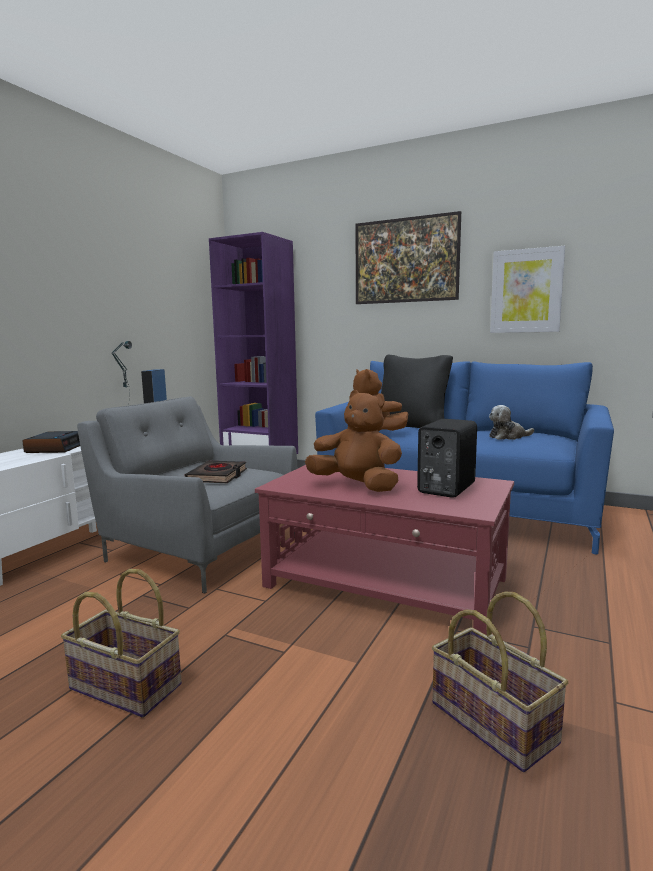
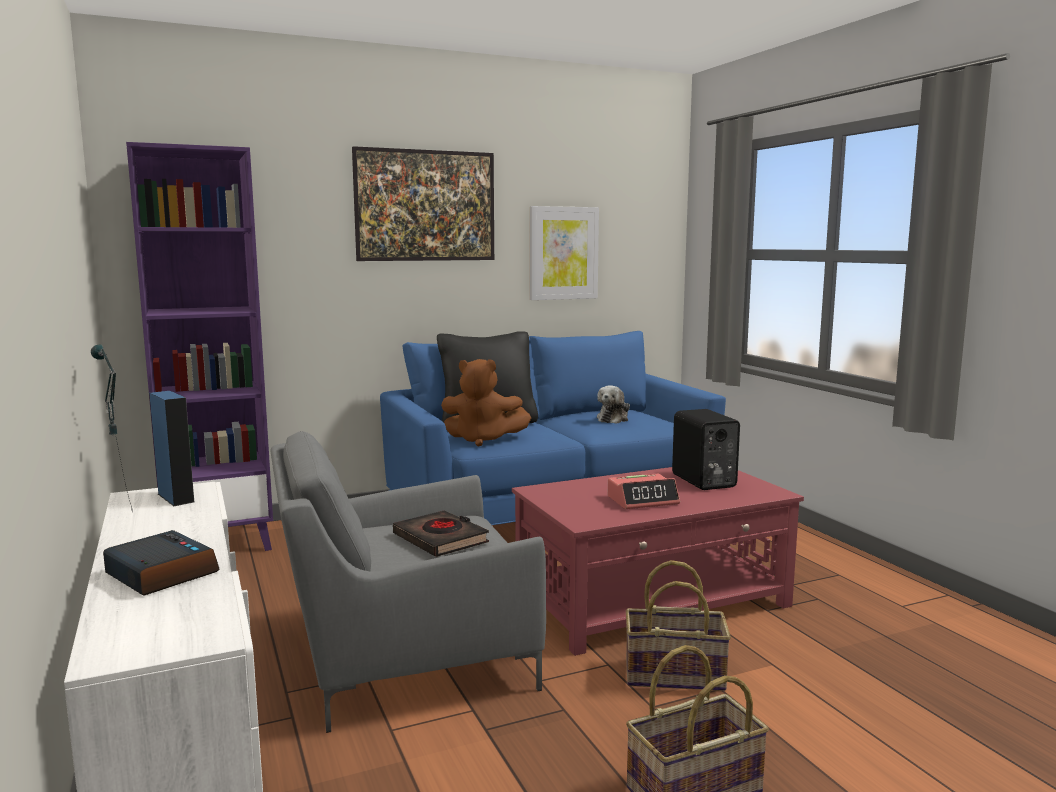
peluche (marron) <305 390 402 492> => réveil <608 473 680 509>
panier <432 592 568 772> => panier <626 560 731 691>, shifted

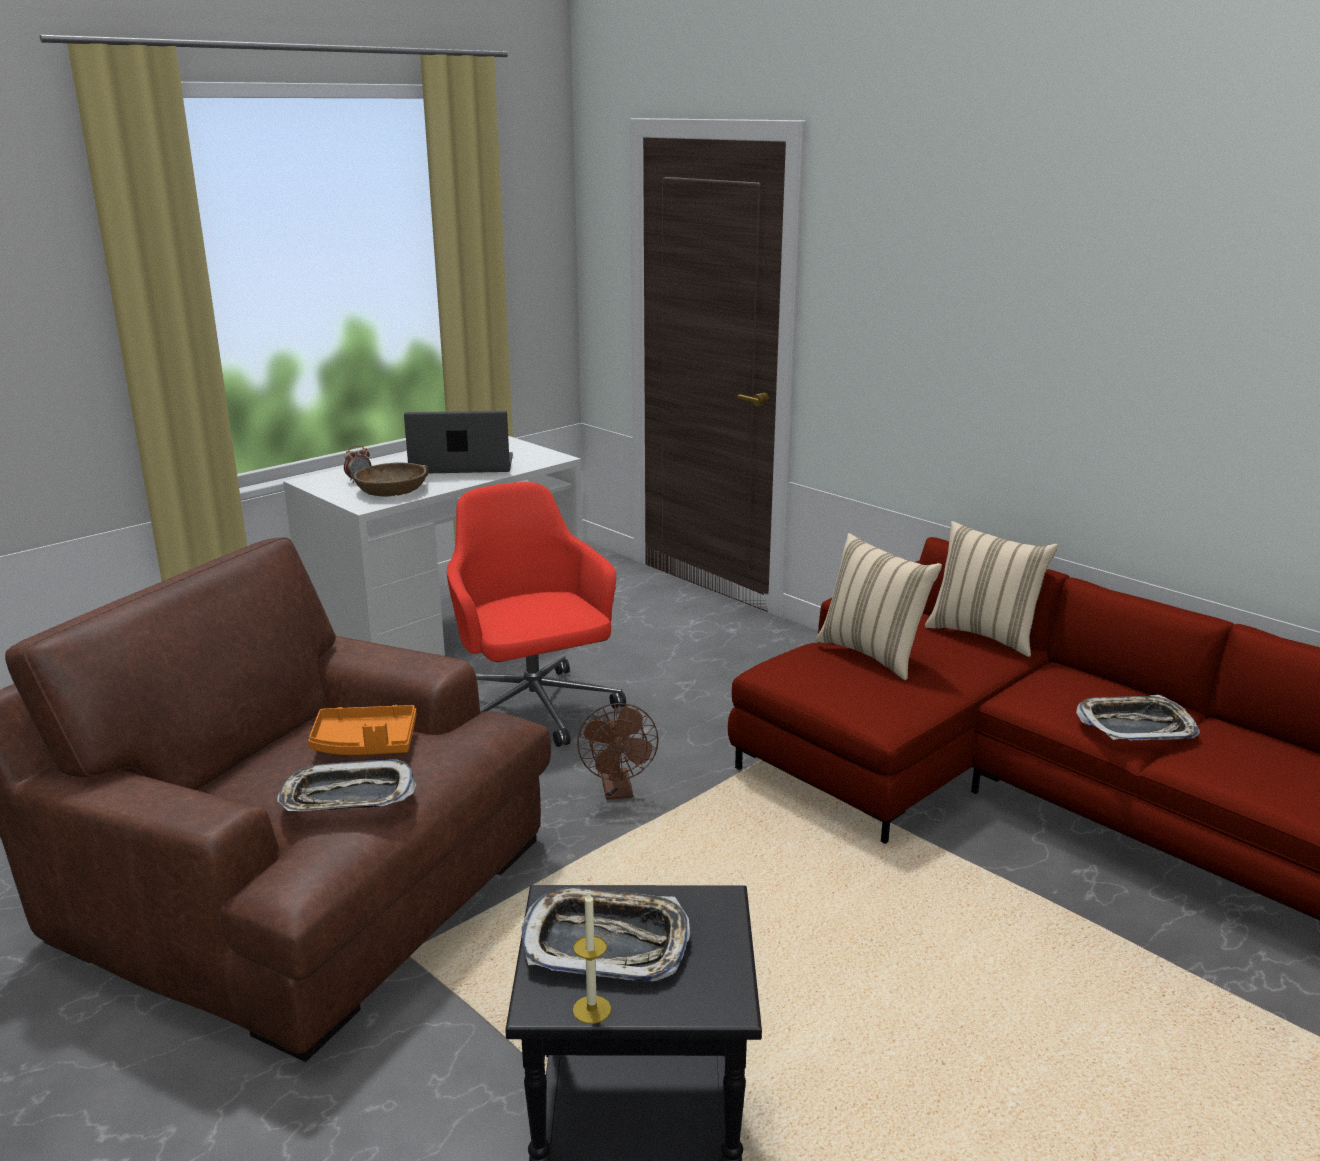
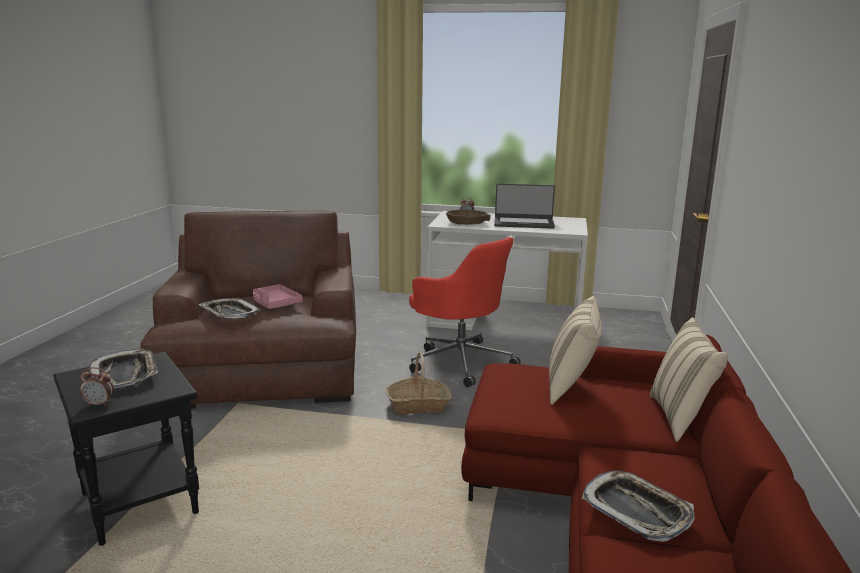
nothing => réveil <80 367 114 406>
plateau (orange) <308 705 416 755> => plateau (rose) <253 284 303 309>
ventilateur (marron) <577 703 659 800> => panier <386 352 452 414>
chaise de bureau (rouge) <447 482 626 747> => chaise de bureau (rouge) <409 237 520 387>, 105 degrees clockwise
ordinateur portable <404 411 513 473> => ordinateur portable <494 184 555 229>, 135 degrees clockwise
bougie <573 891 611 1024> => nothing

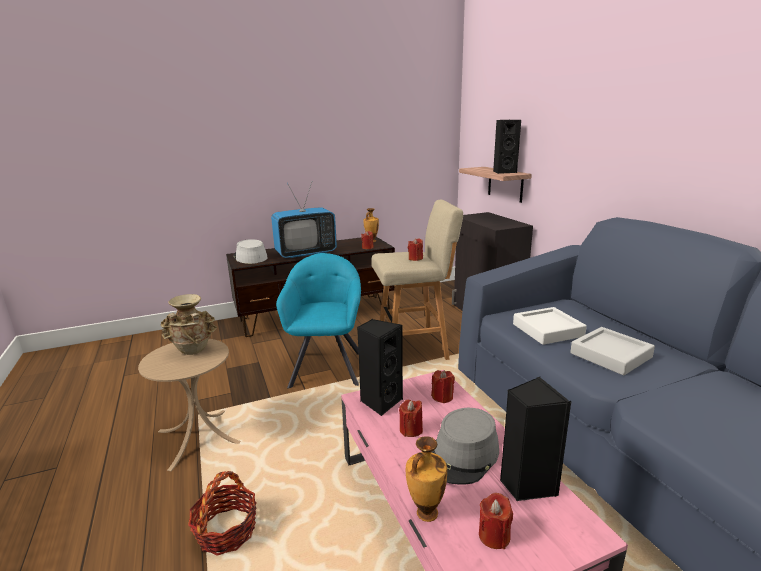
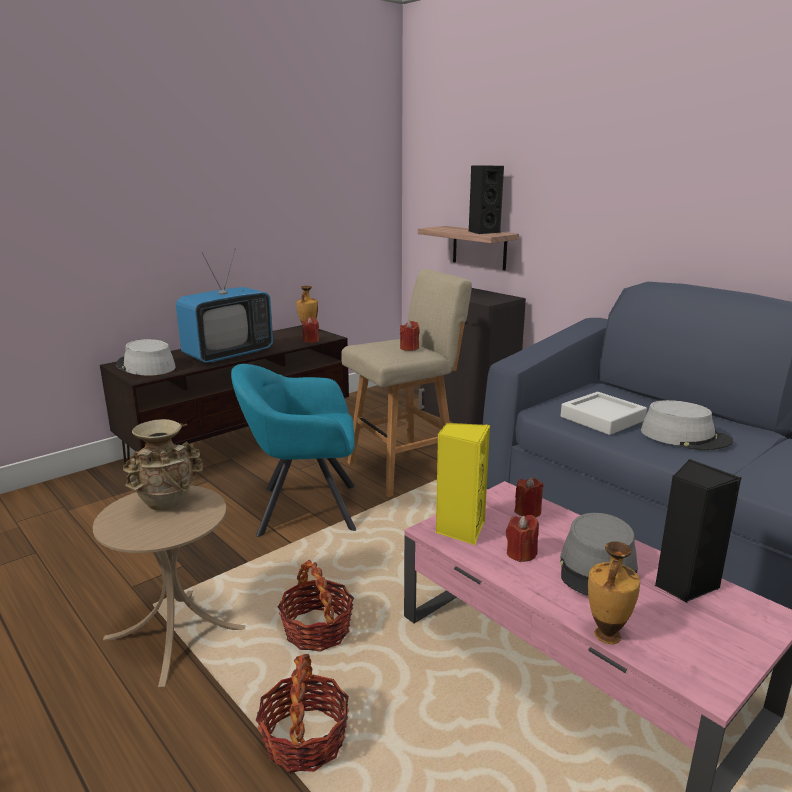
fauteuil (turquoise) <276 253 361 389> => fauteuil (turquoise) <231 364 356 537>, 75 degrees counterclockwise
nothing => panier <278 560 354 652>
enceinte (noir) <357 319 403 416> => enceinte (jaune) <436 423 490 545>
plateau (gris) <570 327 655 375> => chapeau (gris) <641 400 733 451>
bougie (rouge) <479 493 513 549> => nothing

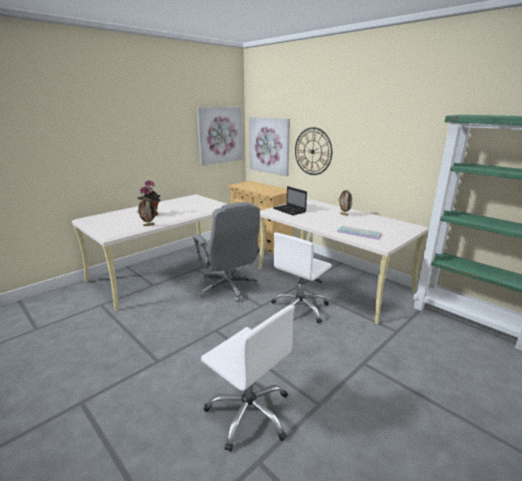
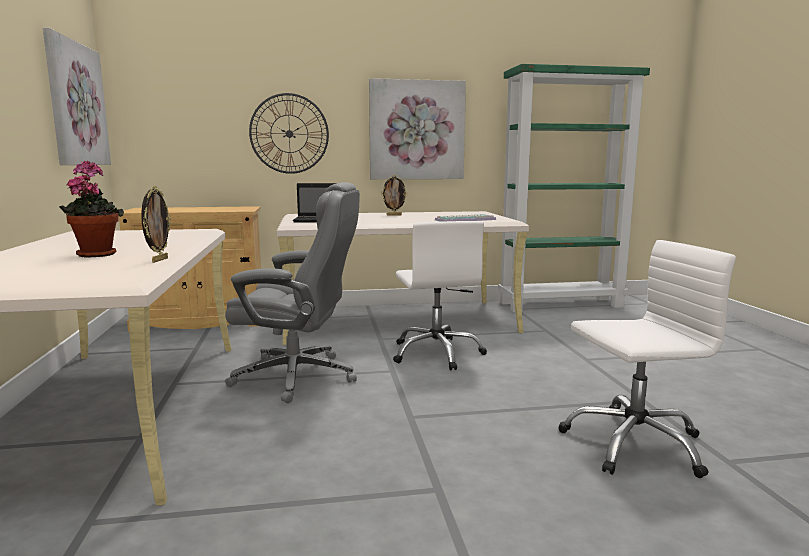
tableau <249 117 290 176> => tableau <369 78 466 179>, shifted

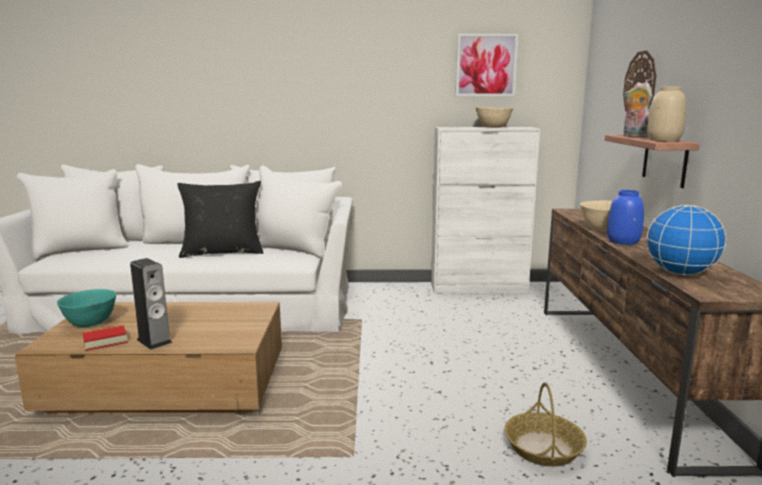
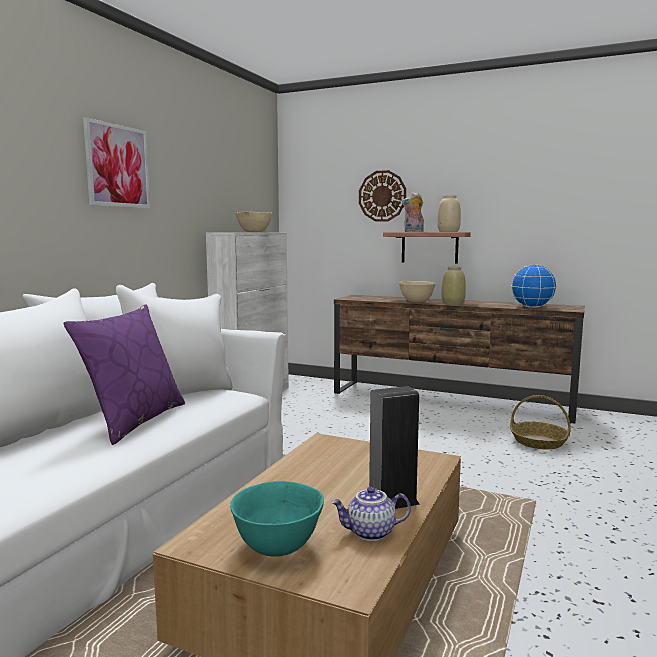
coussin (noir) <178 181 263 258> => coussin (violet) <64 304 185 445>
tableau <455 34 518 96> => tableau <83 118 150 208>, shifted
livre <82 325 128 351> => théière <331 487 411 541>
vase (bleu) <607 190 644 245> => vase (beige) <442 267 466 305>

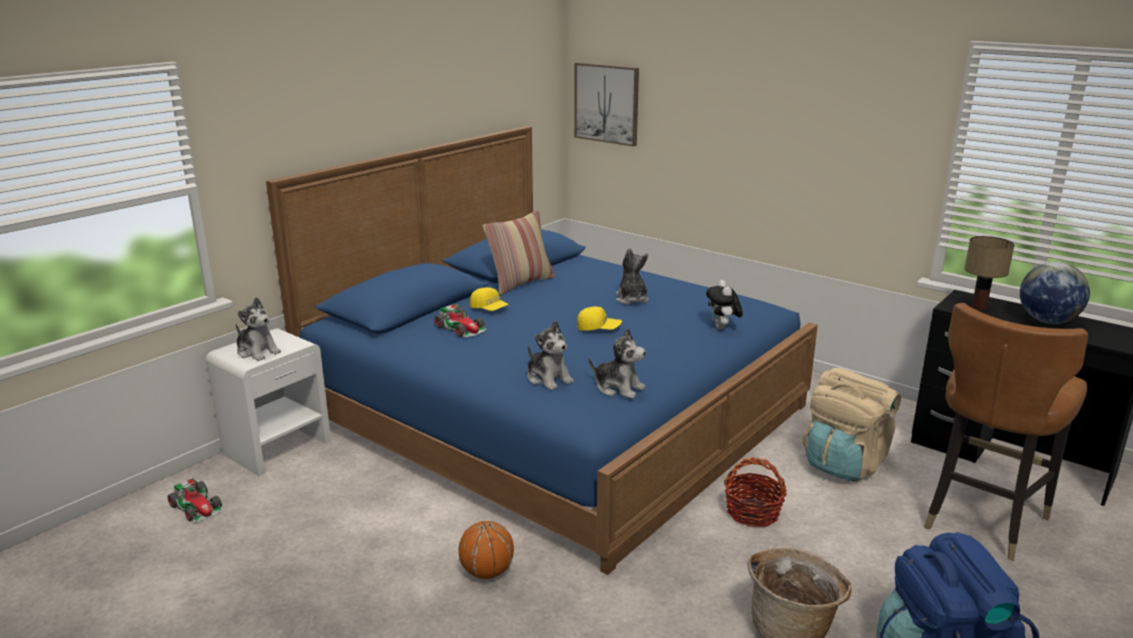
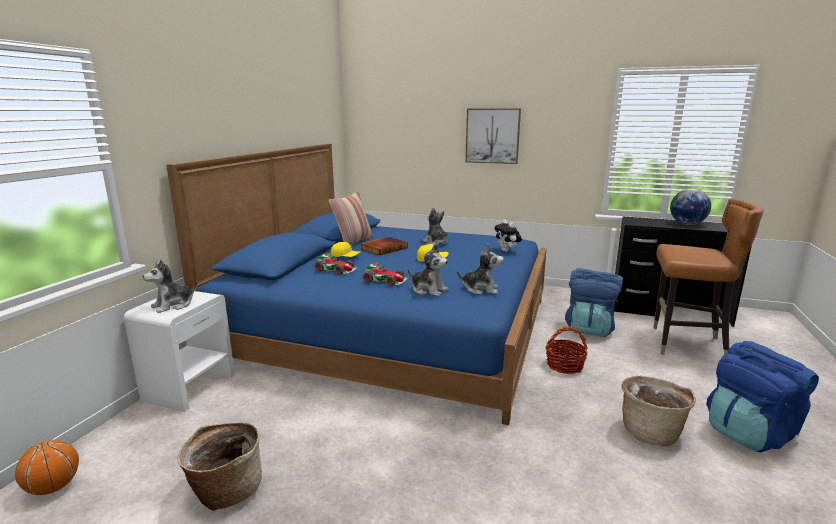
ballon de basket <459 521 514 579> => ballon de basket <15 440 79 495>, shifted
peluche <236 297 281 361> => peluche <143 260 198 313>, 120 degrees clockwise
nothing => panier <177 422 262 511>
nothing => livre <360 237 408 255>
petite voiture <167 478 223 523> => petite voiture <363 262 408 286>, shifted
tableau <574 62 639 147> => tableau <465 109 521 164>, shifted
sac à dos (beige) <802 368 901 482> => sac à dos (bleu) <565 268 623 337>
chaise (marron) <924 303 1088 561> => chaise (marron) <653 199 764 355>, 90 degrees counterclockwise
lampe de table <964 236 1015 310> => nothing

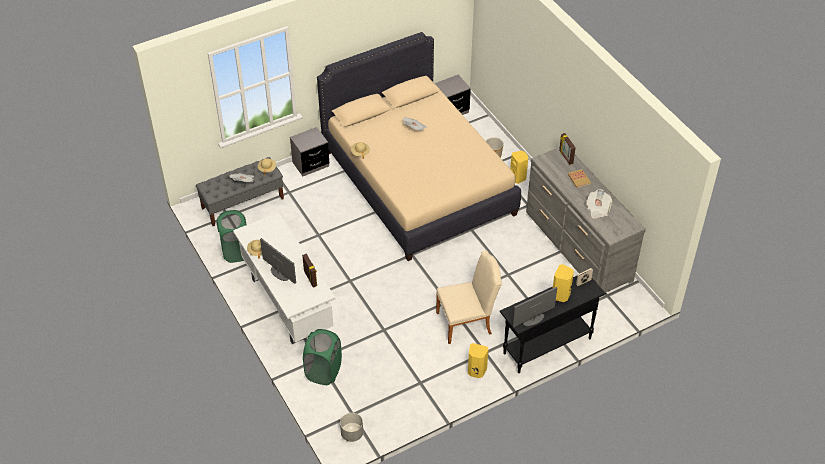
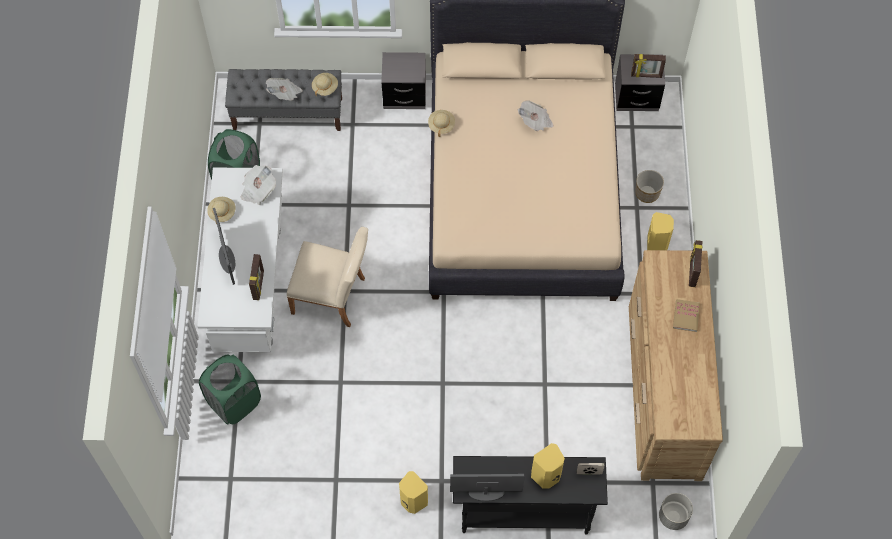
journal <586 189 612 218> => journal <241 165 276 205>, shifted
chaise (beige) <436 251 502 344> => chaise (beige) <287 227 368 327>, shifted
commode (gris) <526 147 646 297> => commode (marron) <629 250 723 481>
nothing => cadre photo <631 54 666 78>
cache-pot (gris) <340 413 363 442> => cache-pot (gris) <659 493 693 530>, shifted

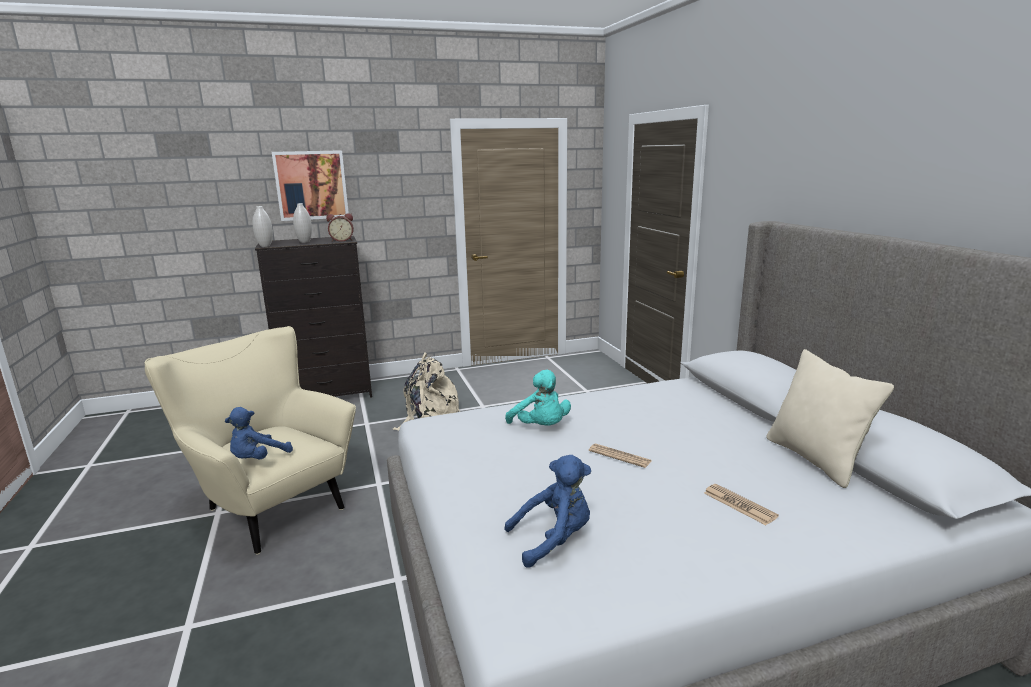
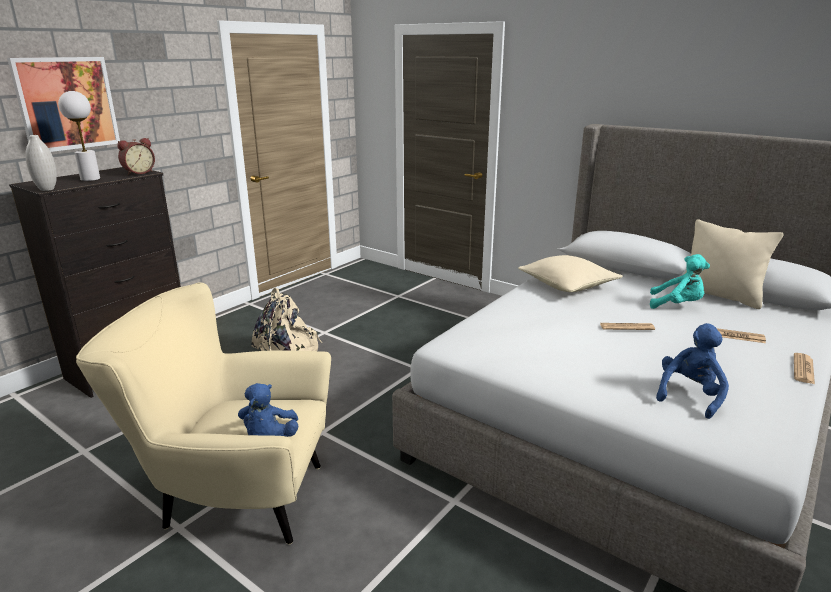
vase (blanc) <293 203 312 243> => lampe de table (blanc) <58 91 100 181>
nothing => coussin (beige) <518 255 623 292>
peluche (turquoise) <505 370 571 426> => peluche (turquoise) <650 254 710 309>, shifted
nothing => journal <794 353 815 384>

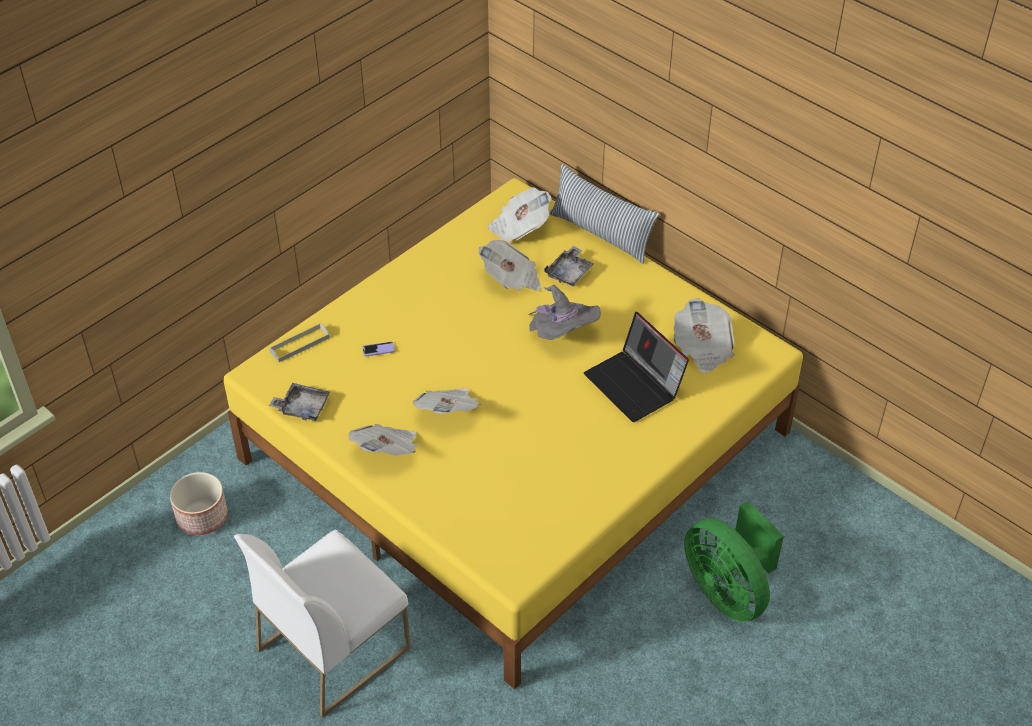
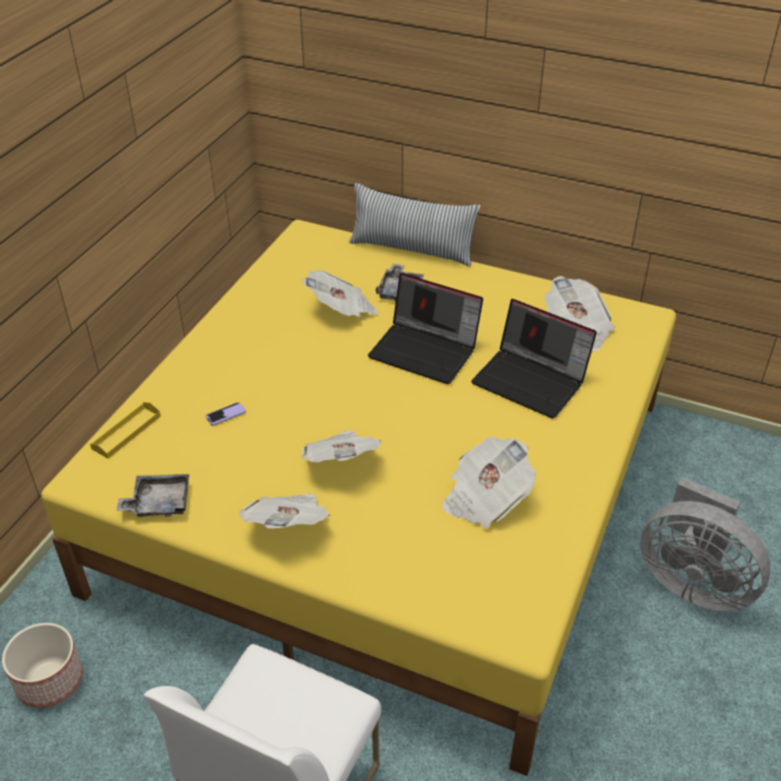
plateau (gris) <269 323 330 362> => plateau (jaune) <90 402 161 458>
chapeau (gris) <528 284 601 340> => ordinateur portable <368 273 483 384>
journal <488 187 552 243> => journal <442 437 536 528>, shifted
ventilateur (vert) <684 501 784 622> => ventilateur (gris) <640 477 770 611>

